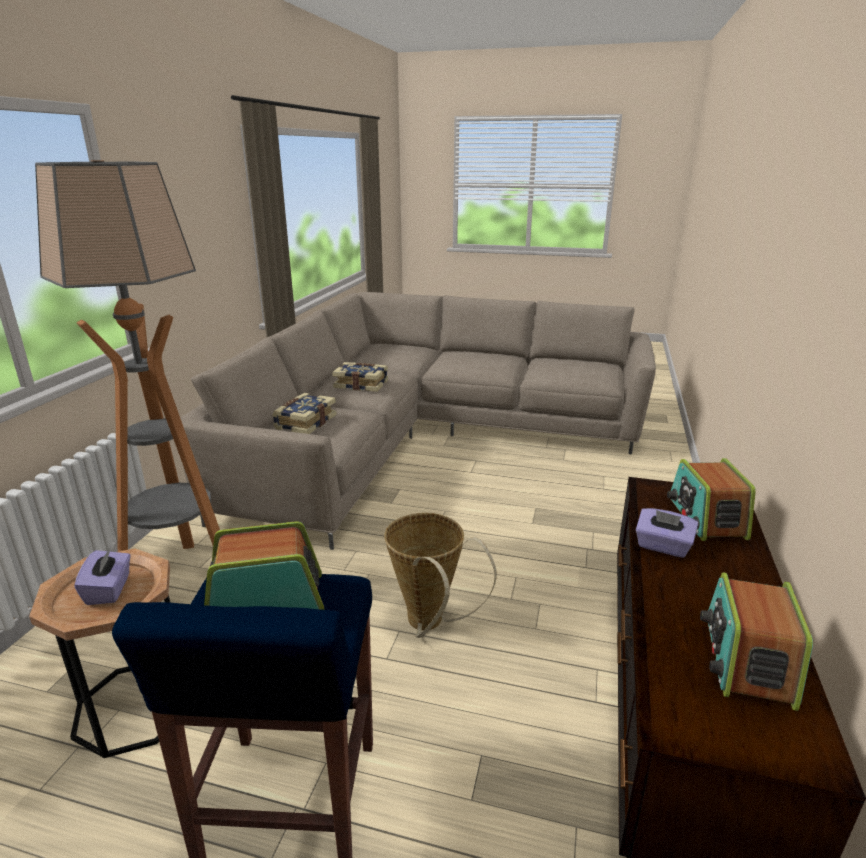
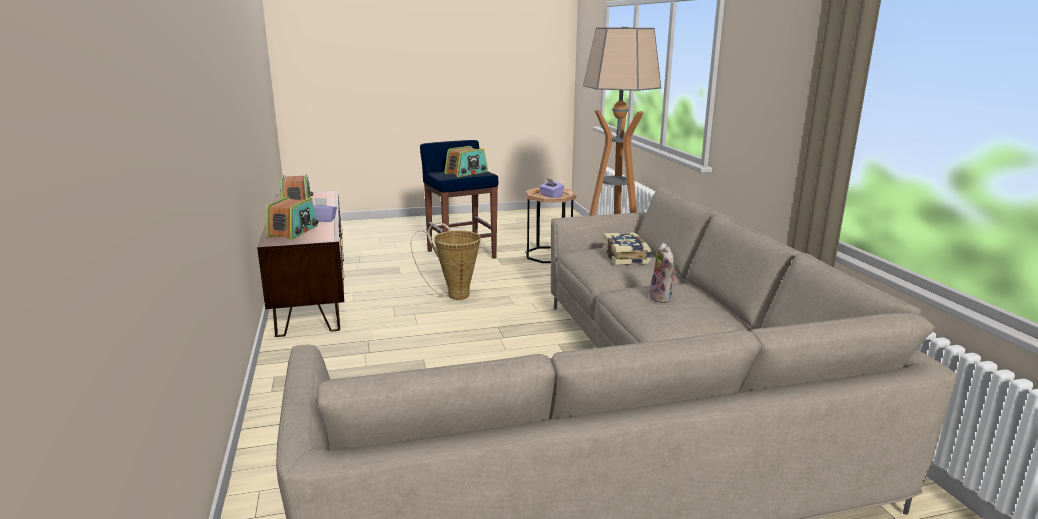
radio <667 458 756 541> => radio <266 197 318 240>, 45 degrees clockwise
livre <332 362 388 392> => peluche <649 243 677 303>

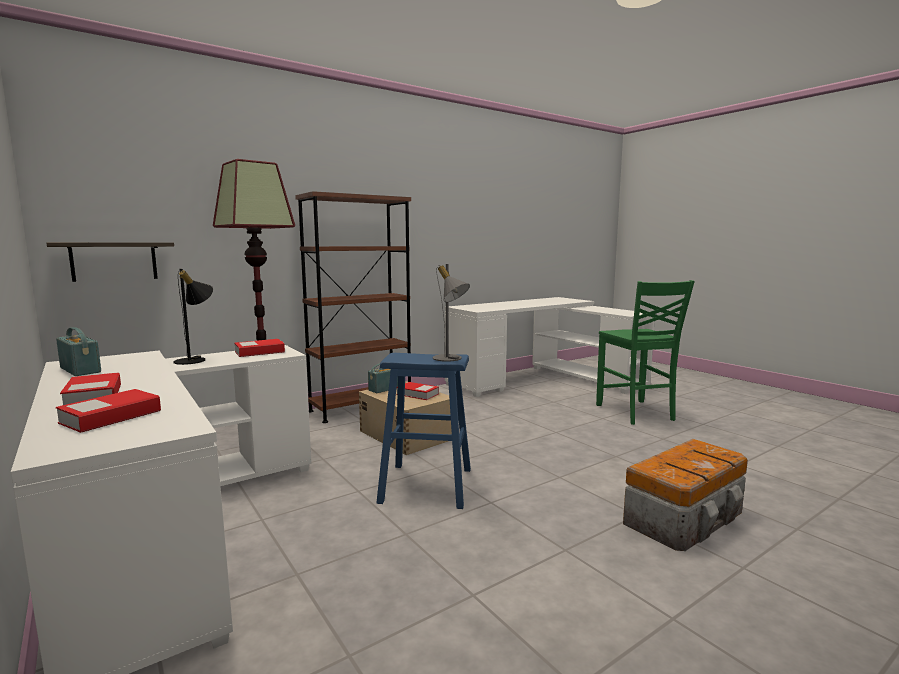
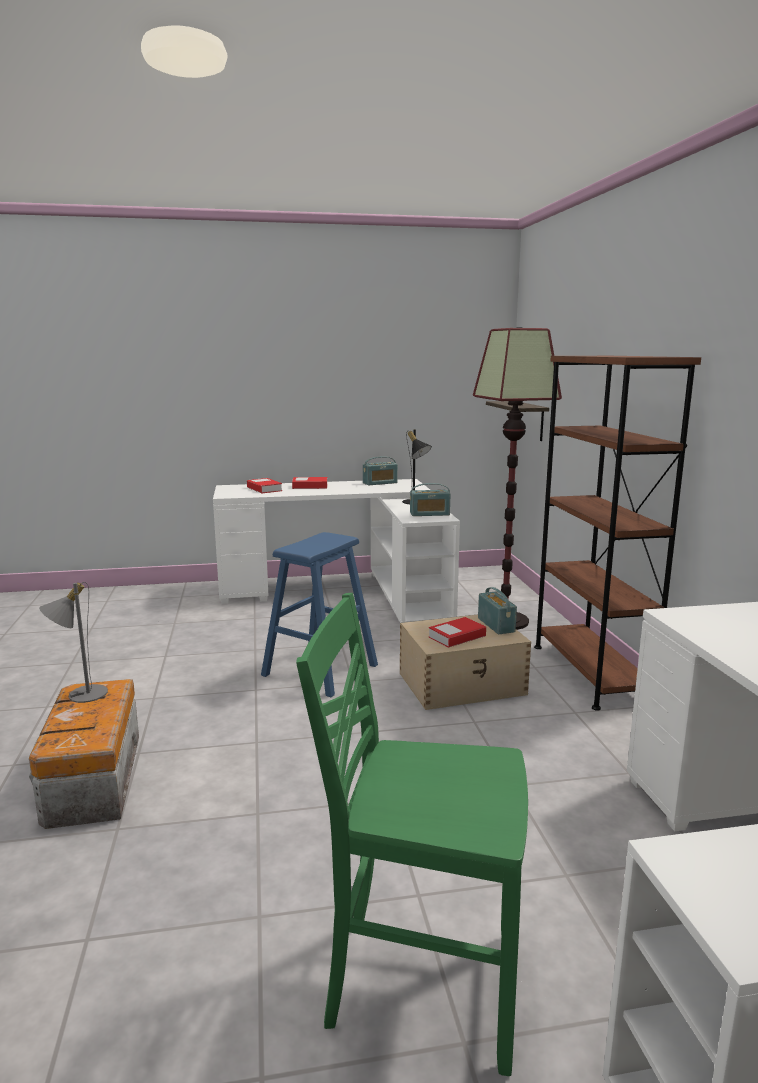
lampe de table (gris) <433 264 470 362> => lampe de table (gris) <39 582 108 703>, shifted
livre <234 339 285 357> => radio <410 483 450 516>

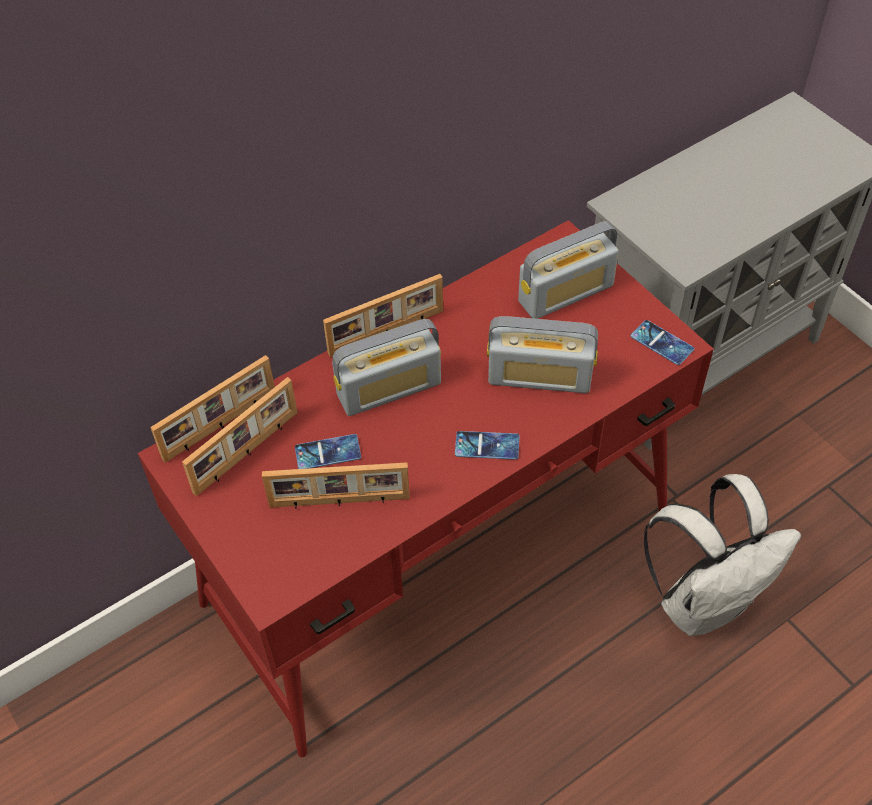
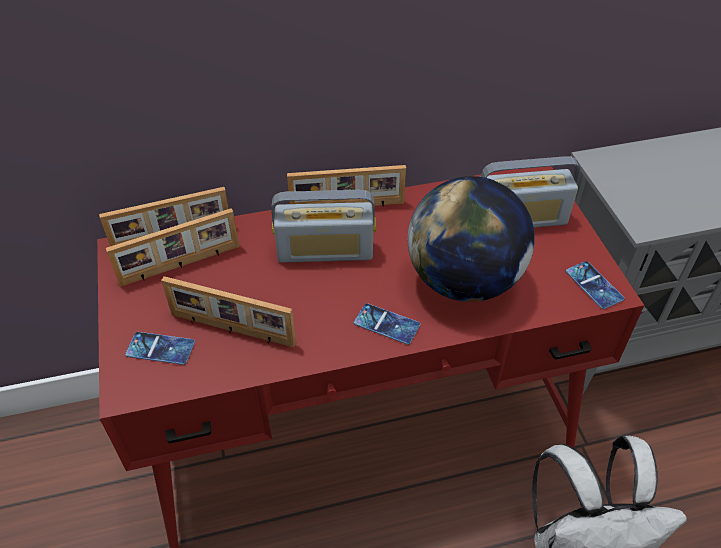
téléphone <295 434 361 469> => téléphone <125 332 195 365>, shifted
radio <487 316 598 393> => globe <408 176 535 302>

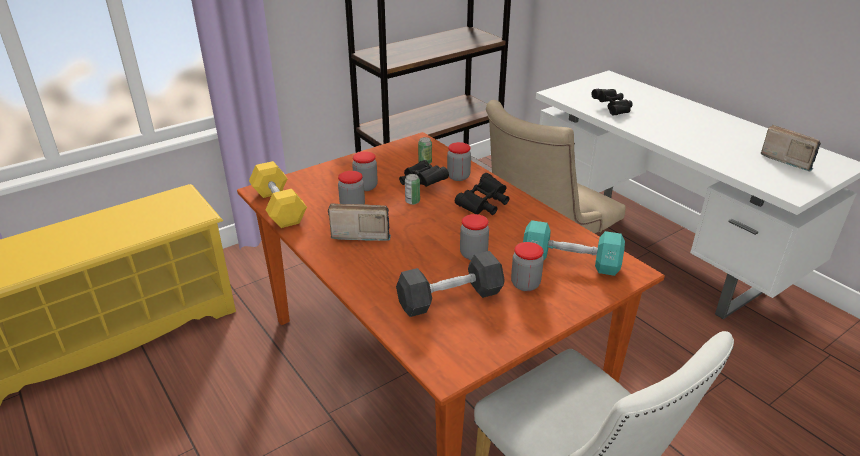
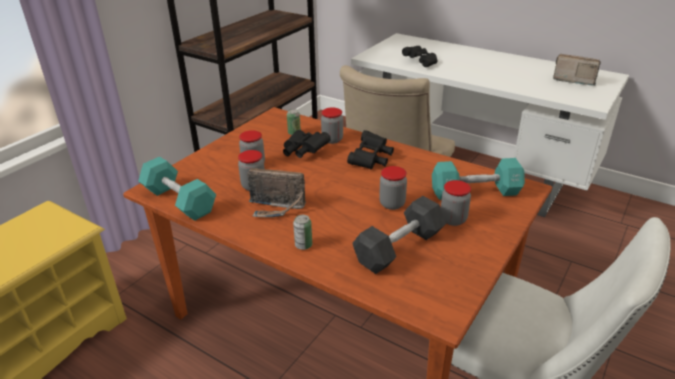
haltère (jaune) <249 161 307 228> => haltère (turquoise) <138 157 216 221>
radio <328 203 391 241> => radio <247 168 306 217>, 150 degrees counterclockwise
boîte métallique <405 174 420 205> => boîte métallique <293 215 312 250>, shifted

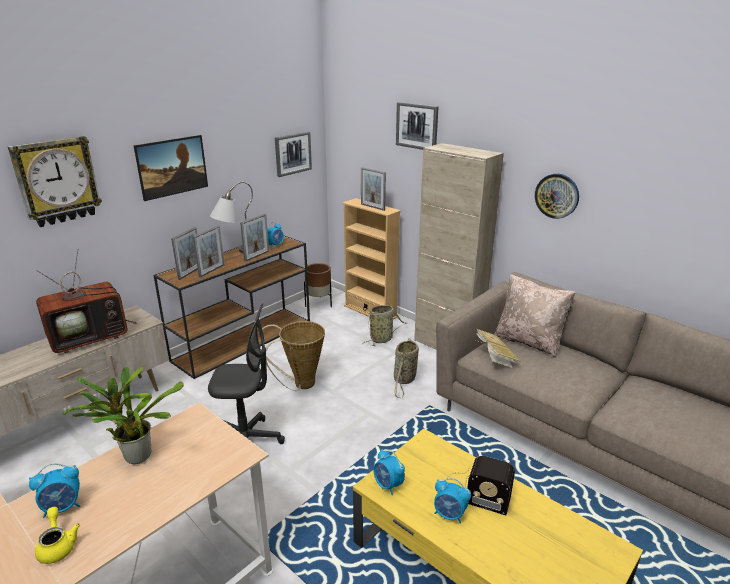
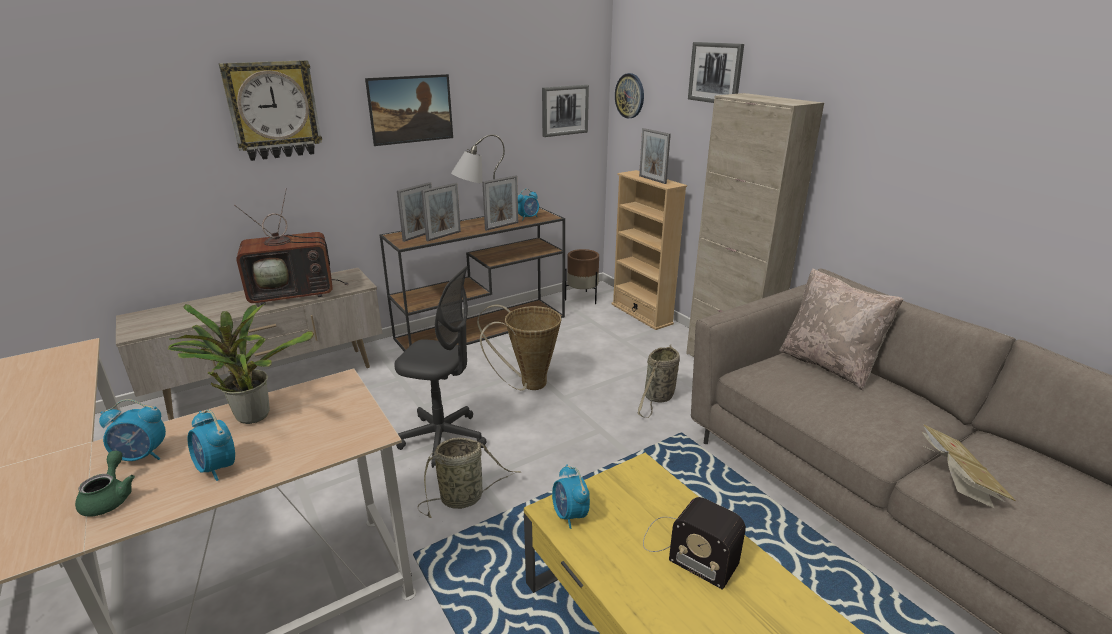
théière (jaune) <35 507 80 564> => théière (vert) <75 451 135 517>
réveil <434 478 471 524> => réveil <188 410 235 481>, shifted
panier <362 305 407 346> => panier <417 437 521 518>, shifted
horloge murale <535 174 579 219> => horloge murale <615 73 644 119>, shifted
livre <476 329 521 368> => livre <918 424 1016 508>, shifted

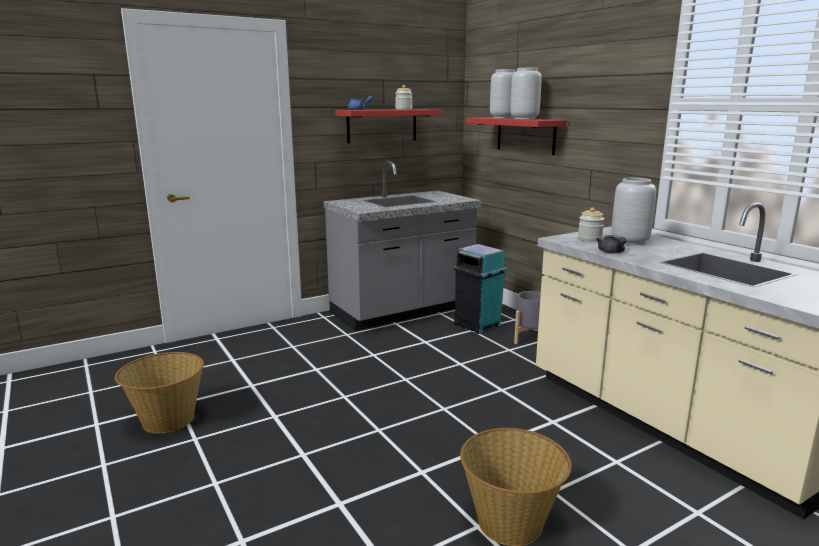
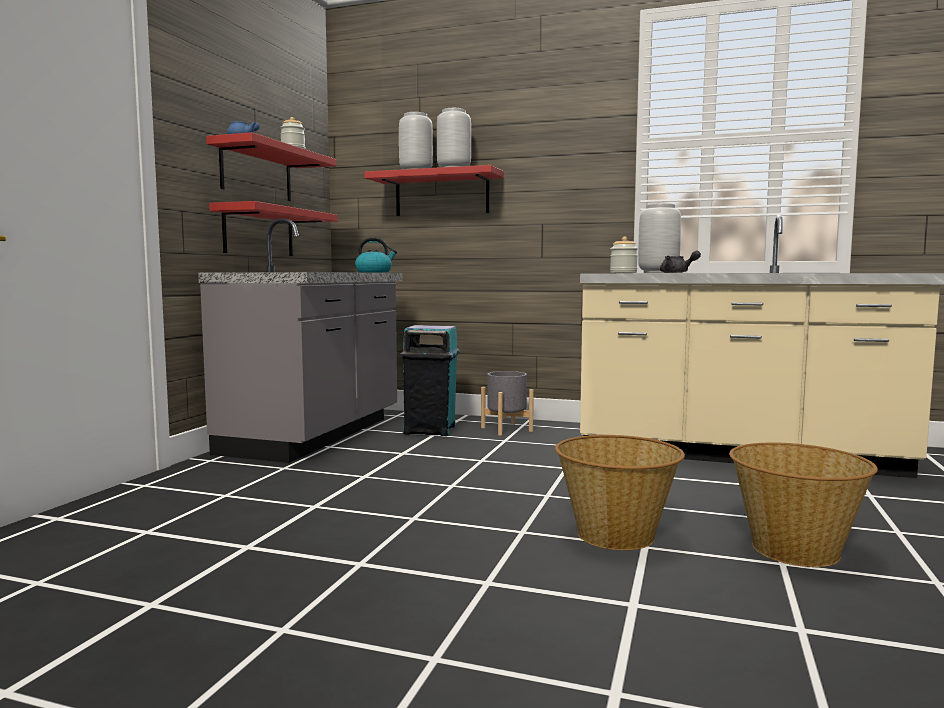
nothing => étagère (rouge) <209 201 338 256>
nothing => bouilloire <355 237 397 273>
panier <115 352 204 433> => panier <555 435 685 550>, shifted

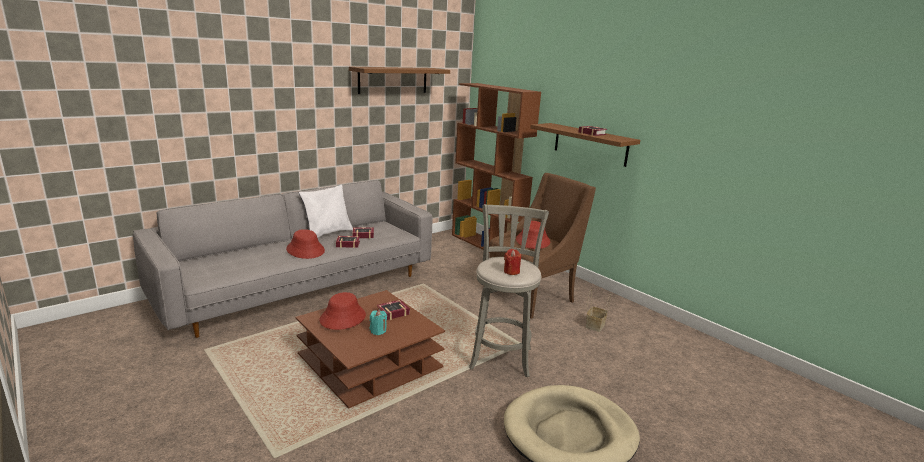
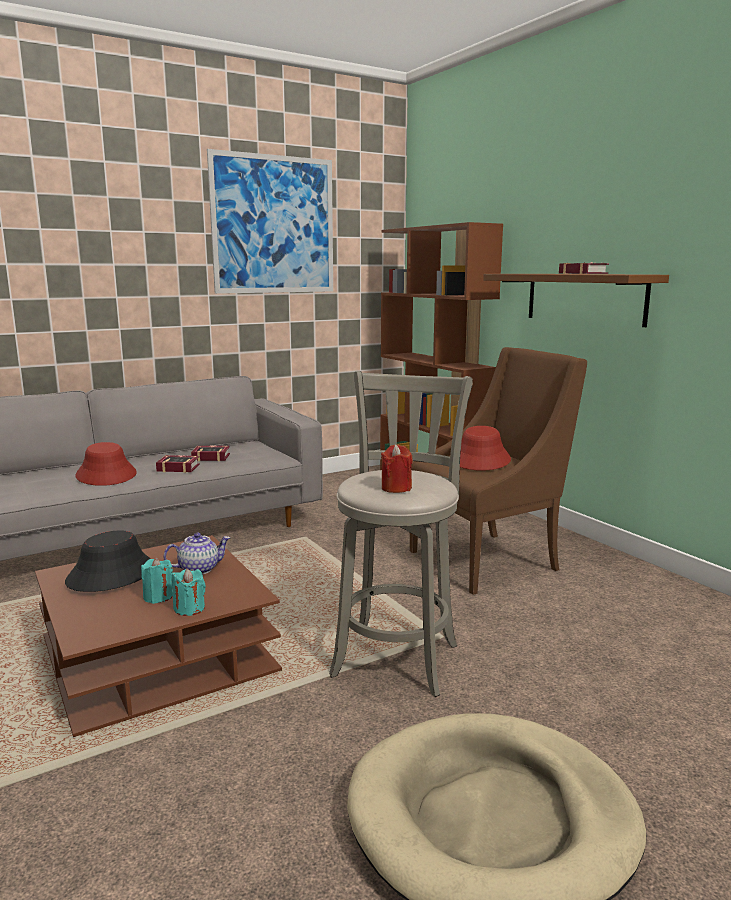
chapeau (rouge) <319 292 366 330> => chapeau (noir) <65 530 151 592>
livre <376 300 410 320> => théière <164 533 230 575>
nothing => bougie (turquoise) <172 569 206 616>
étagère (marron) <349 67 450 94> => tableau <207 149 333 294>
coussin (blanc) <299 184 353 238> => nothing
panier <586 289 611 332> => nothing

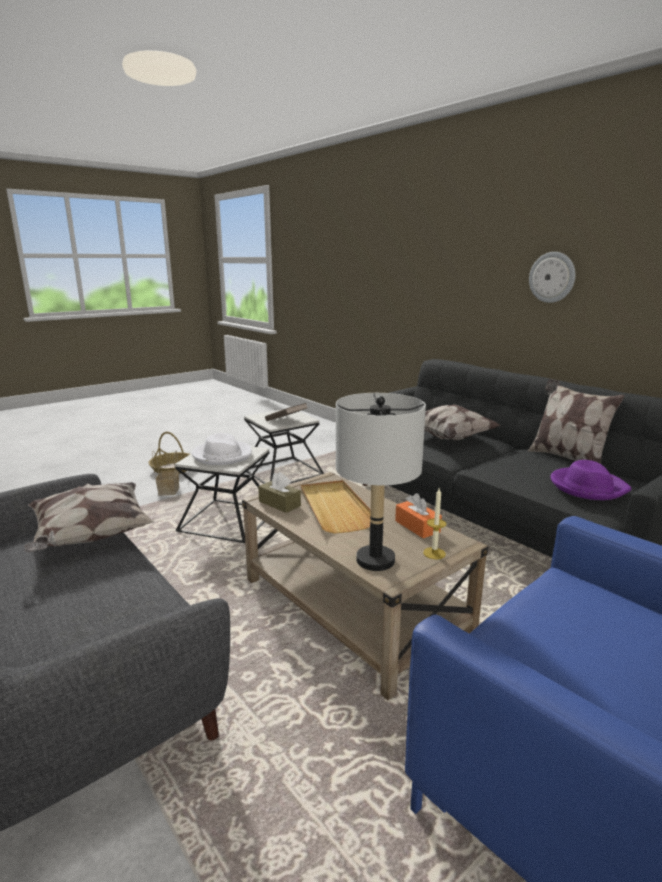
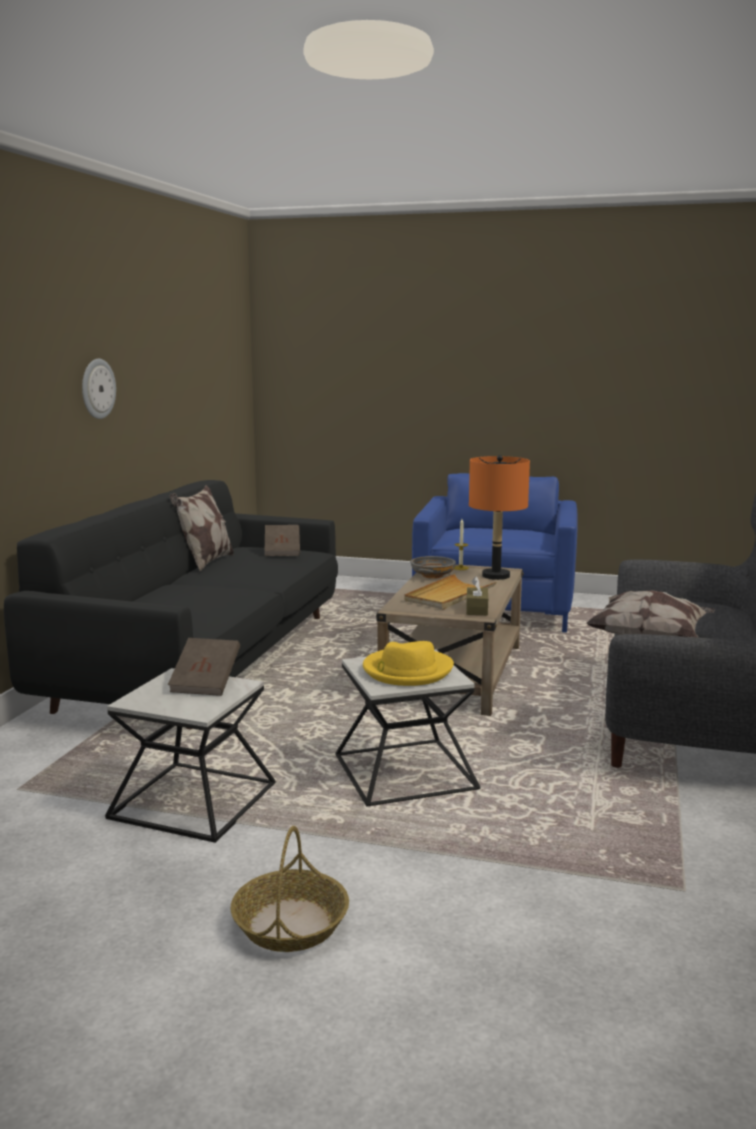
chapeau (violet) <550 460 631 500> => livre (marron) <265 525 300 556>
chapeau (blanc) <192 433 252 465> => chapeau (jaune) <363 641 454 686>
boîte à mouchoirs (orange) <395 493 442 538> => bol (gris) <410 556 456 579>
lampe de table (gris) <336 393 426 571> => lampe de table (orange) <469 455 530 580>
panier <152 450 179 496> => nothing
coussin <424 404 500 440> => nothing

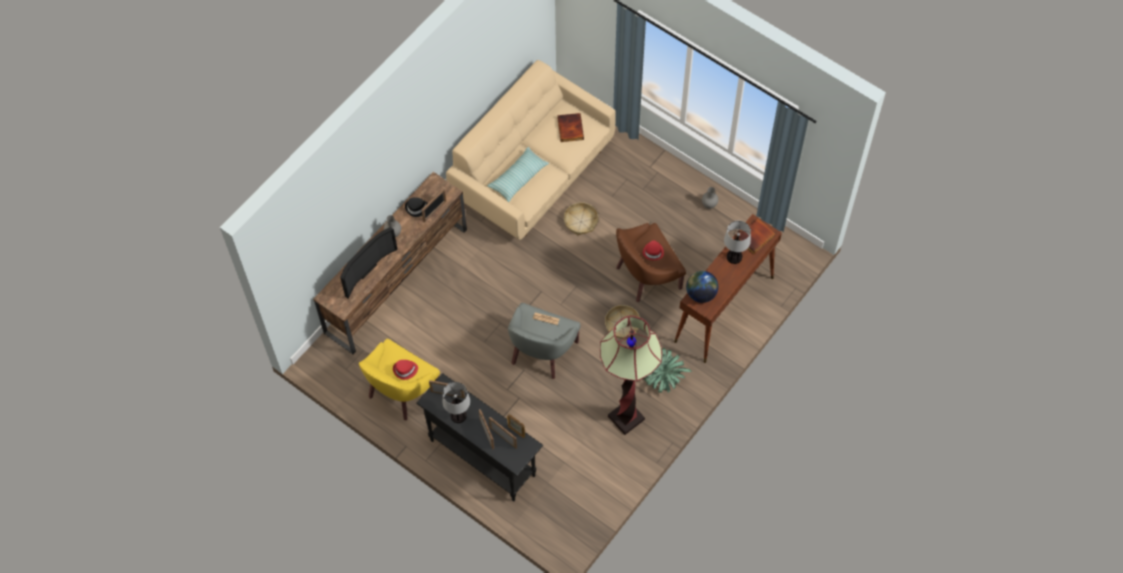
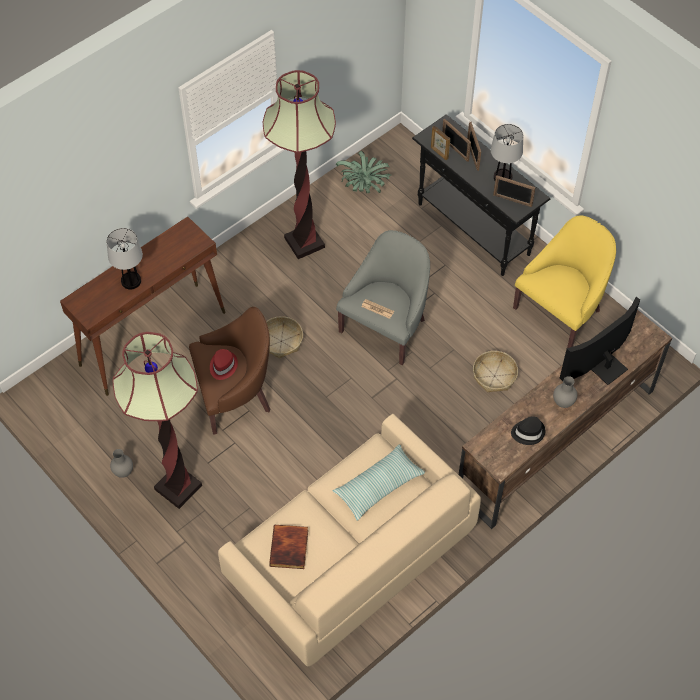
nothing => lampadaire <112 332 202 509>
plante en pot <643 348 692 393> => plante en pot <336 151 391 193>, shifted
panier <564 202 598 235> => panier <473 351 518 392>, shifted
chapeau (rouge) <393 360 418 380> => nothing
cadre photo <422 188 446 222> => nothing
globe <686 271 718 303> => nothing
livre <736 218 775 255> => nothing

